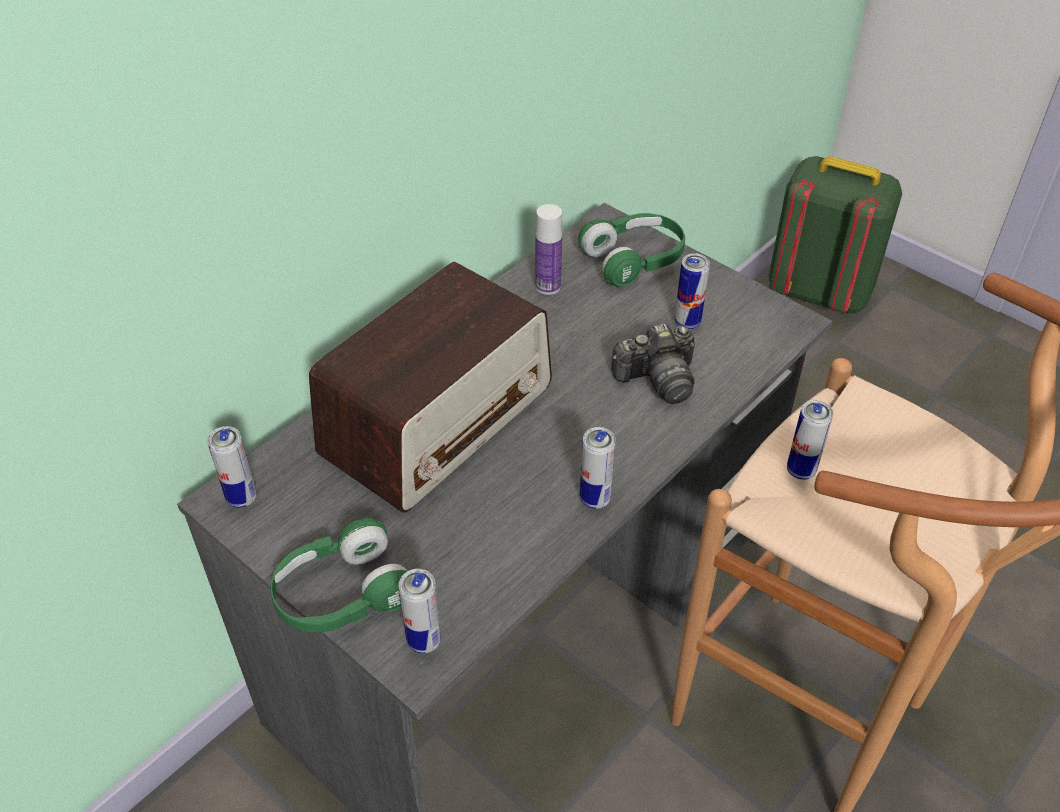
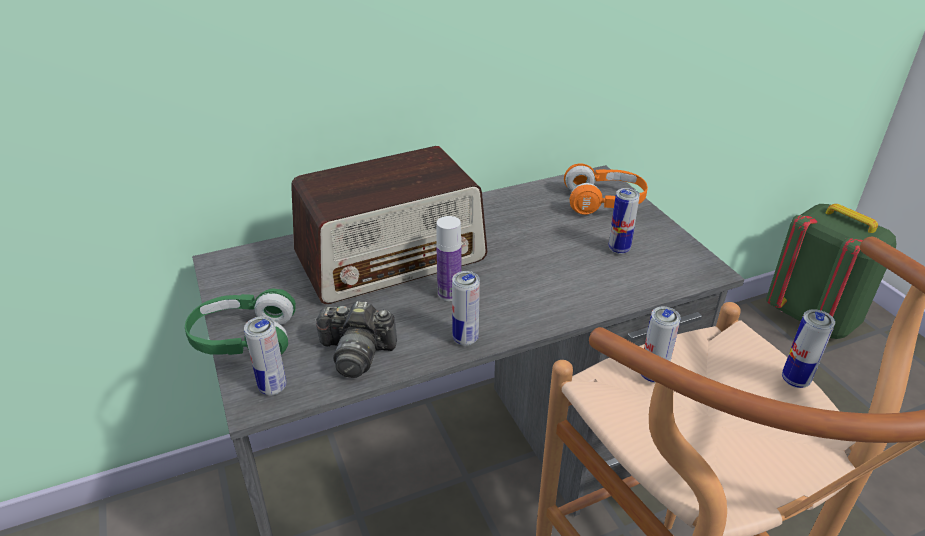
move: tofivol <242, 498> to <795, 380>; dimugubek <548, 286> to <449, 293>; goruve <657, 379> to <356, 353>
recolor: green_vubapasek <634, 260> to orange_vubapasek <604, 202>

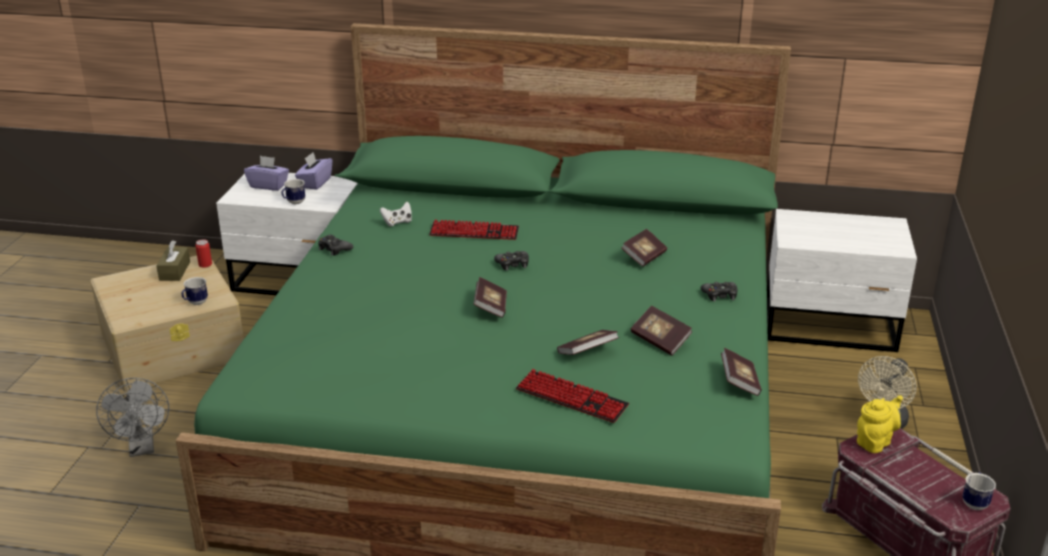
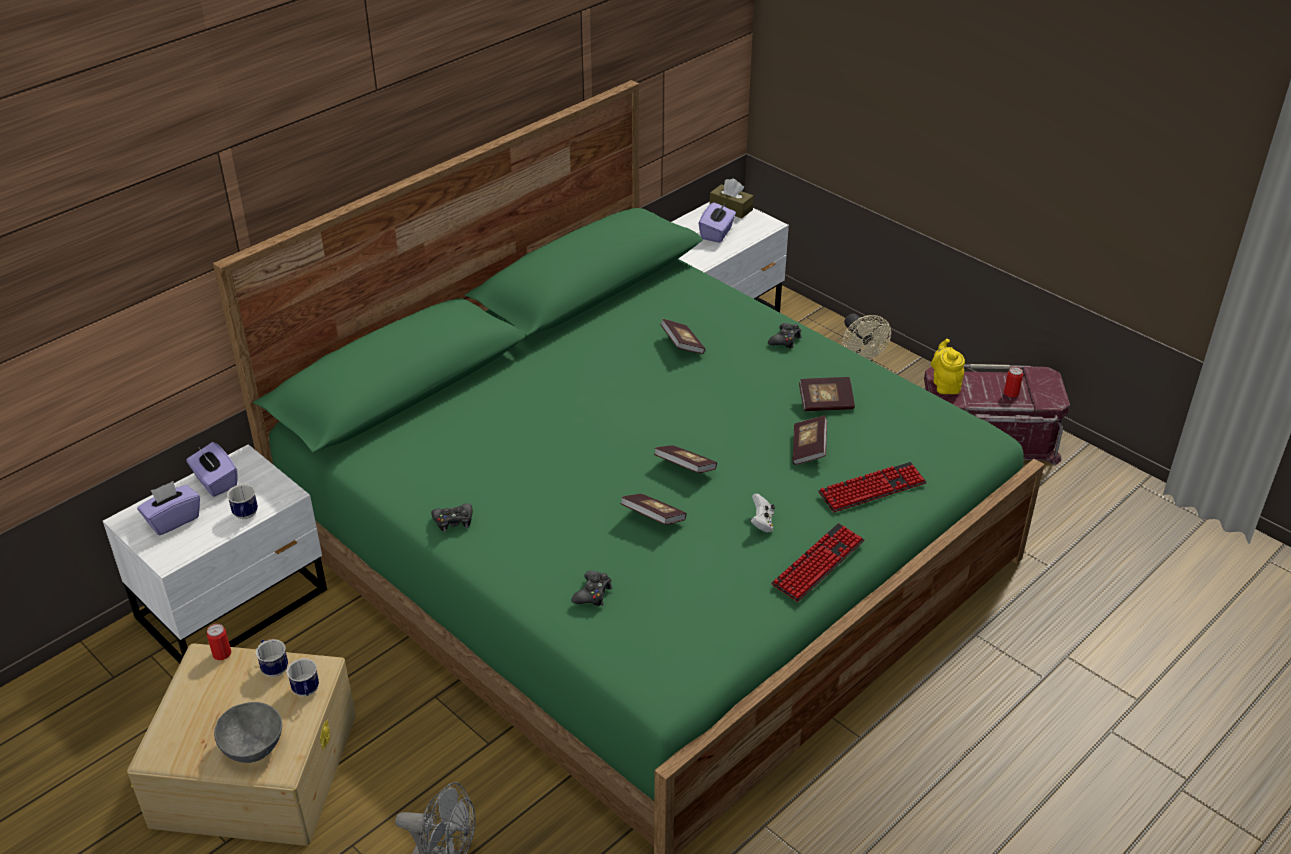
insert: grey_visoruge <253, 746>; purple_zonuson <717, 233>; tofivol <1011, 393>
move: brown_zonuson <174, 271> to <731, 208>; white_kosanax <397, 222> to <762, 522>; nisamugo <474, 232> to <818, 563>; black_kosanax <513, 264> to <593, 593>; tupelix <739, 382> to <653, 518>; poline <974, 502> to <273, 667>

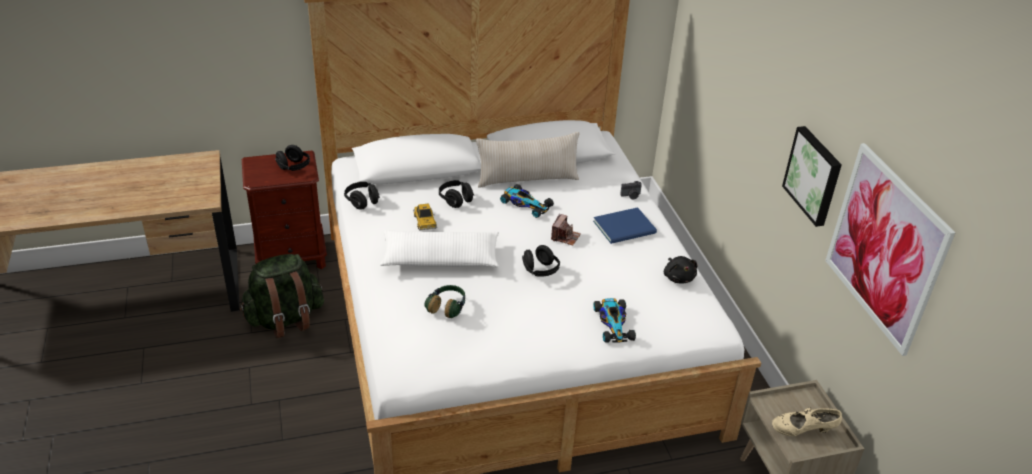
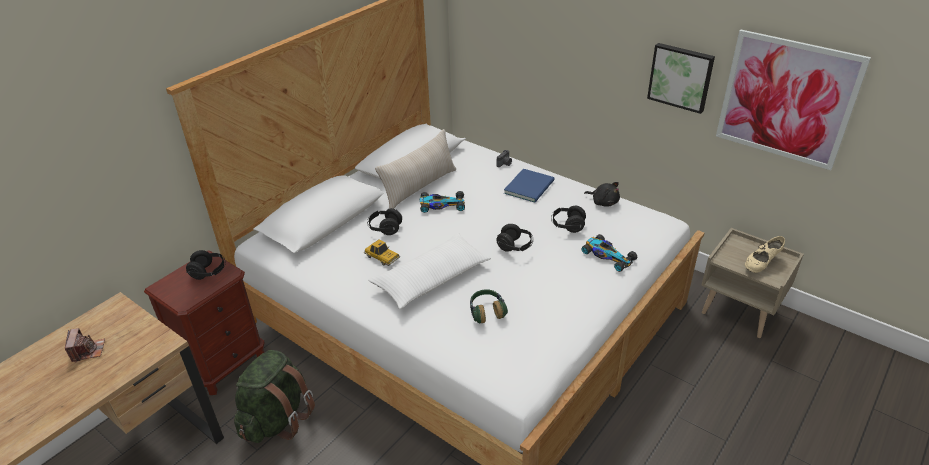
move: black_vubapasek <362, 201> to <567, 226>; goruve <565, 237> to <88, 351>

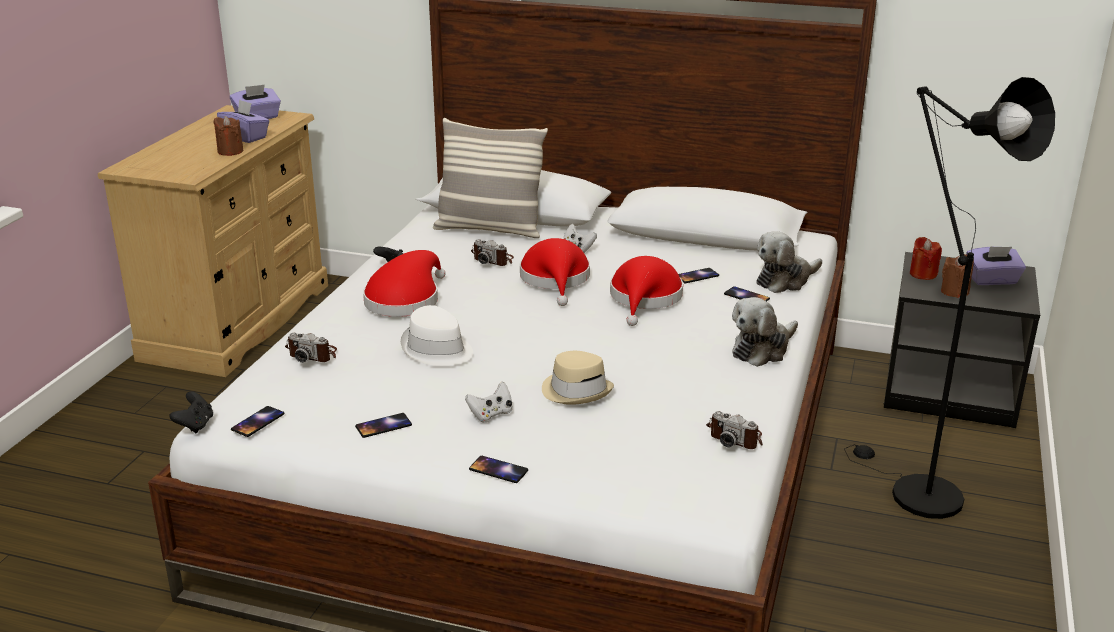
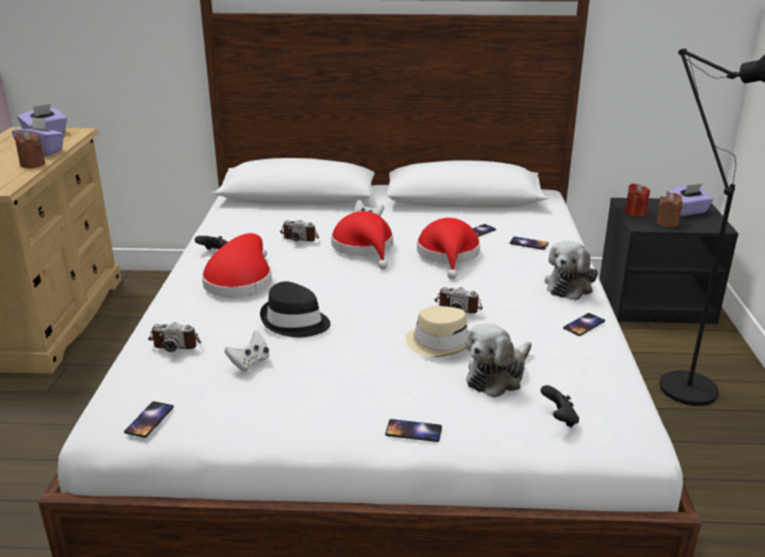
delete: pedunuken <489, 229>
move: black_kosanax <195, 425> to <559, 419>; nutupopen <383, 426> to <584, 325>; white_kosanax <491, 414> to <249, 363>; goruve <736, 437> to <458, 306>; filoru <785, 280> to <497, 376>
recolor: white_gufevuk <437, 350> to black_gufevuk <295, 322>

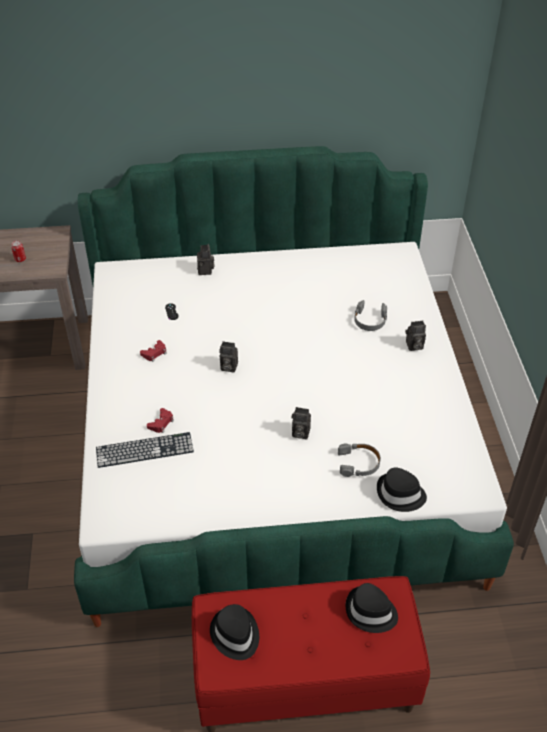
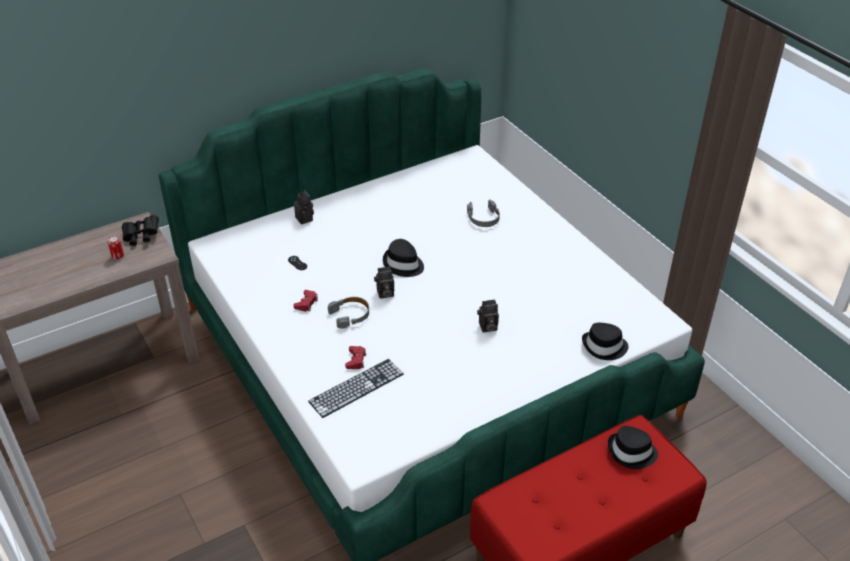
delete: goruve <413, 346>
insert: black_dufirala <141, 237>
move: black_gufevuk <235, 635> to <403, 264>; grey_vubapasek <359, 463> to <350, 315>

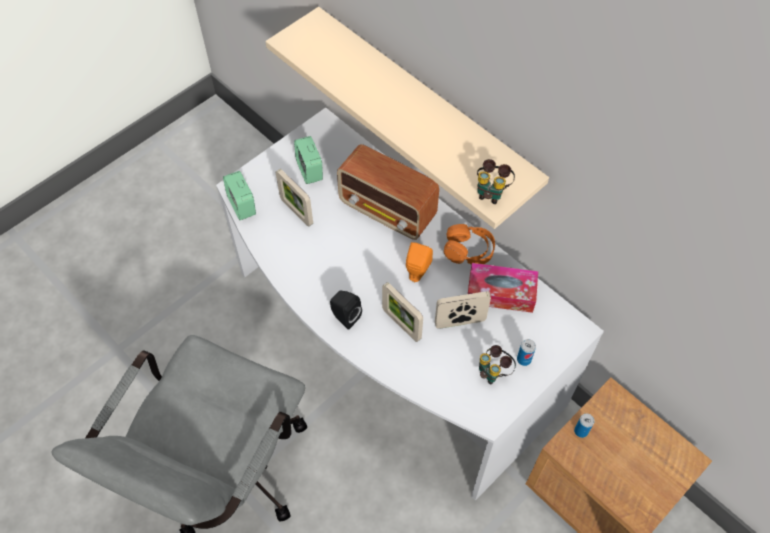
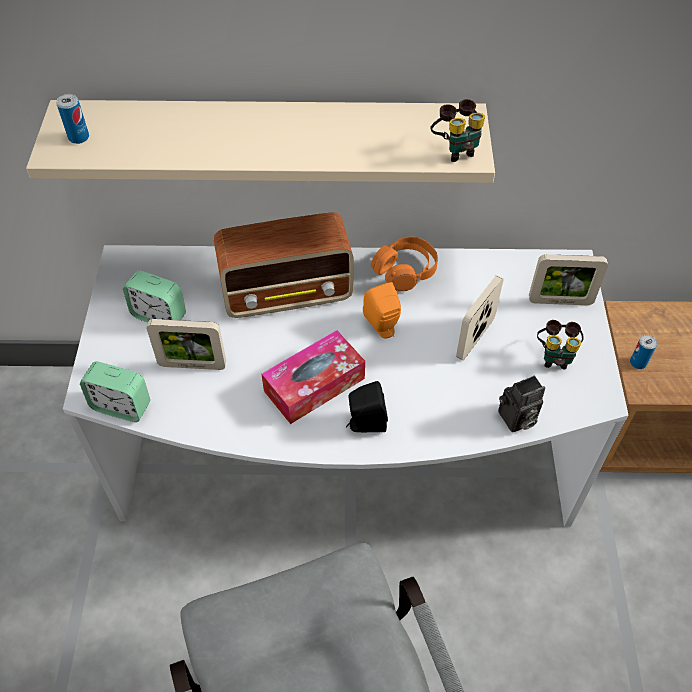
insert: goruve <516, 420>
move: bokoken <401, 324> to <560, 301>; zonuson <500, 293> to <314, 385>; tofivol <524, 359> to <78, 137>

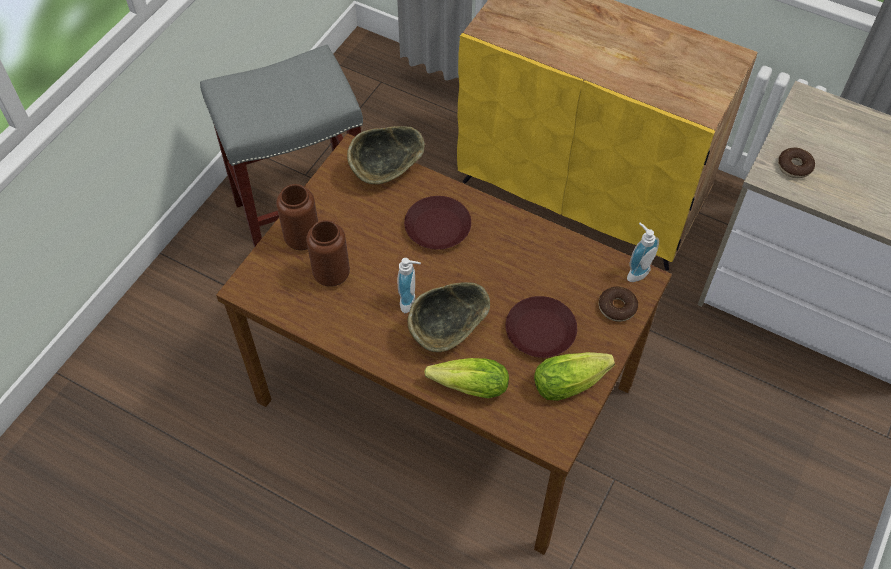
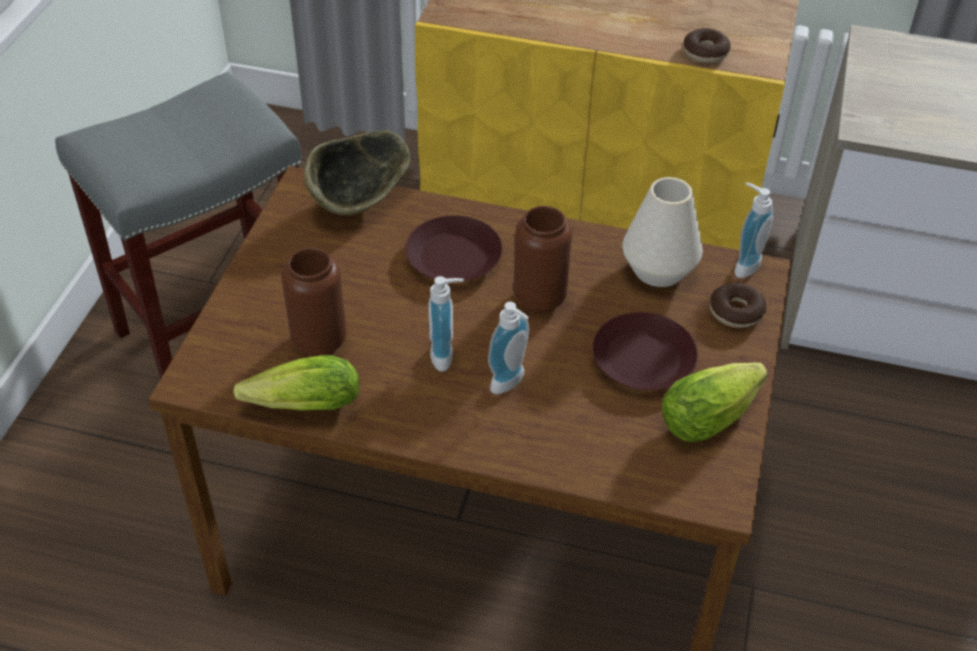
insert: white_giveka <659, 270>
move: brown_giveka <302, 239> to <539, 298>; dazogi <465, 386> to <299, 406>; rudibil <794, 167> to <705, 52>
replace: visoruge <446, 331> to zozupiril <511, 383>

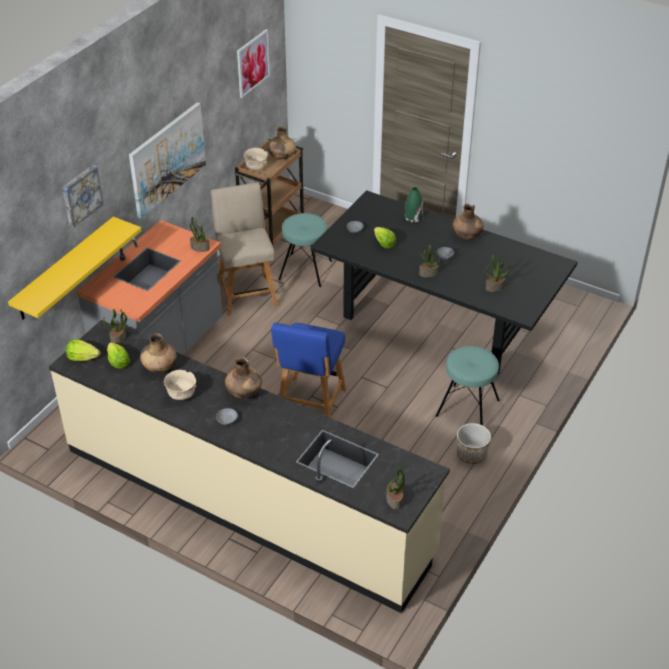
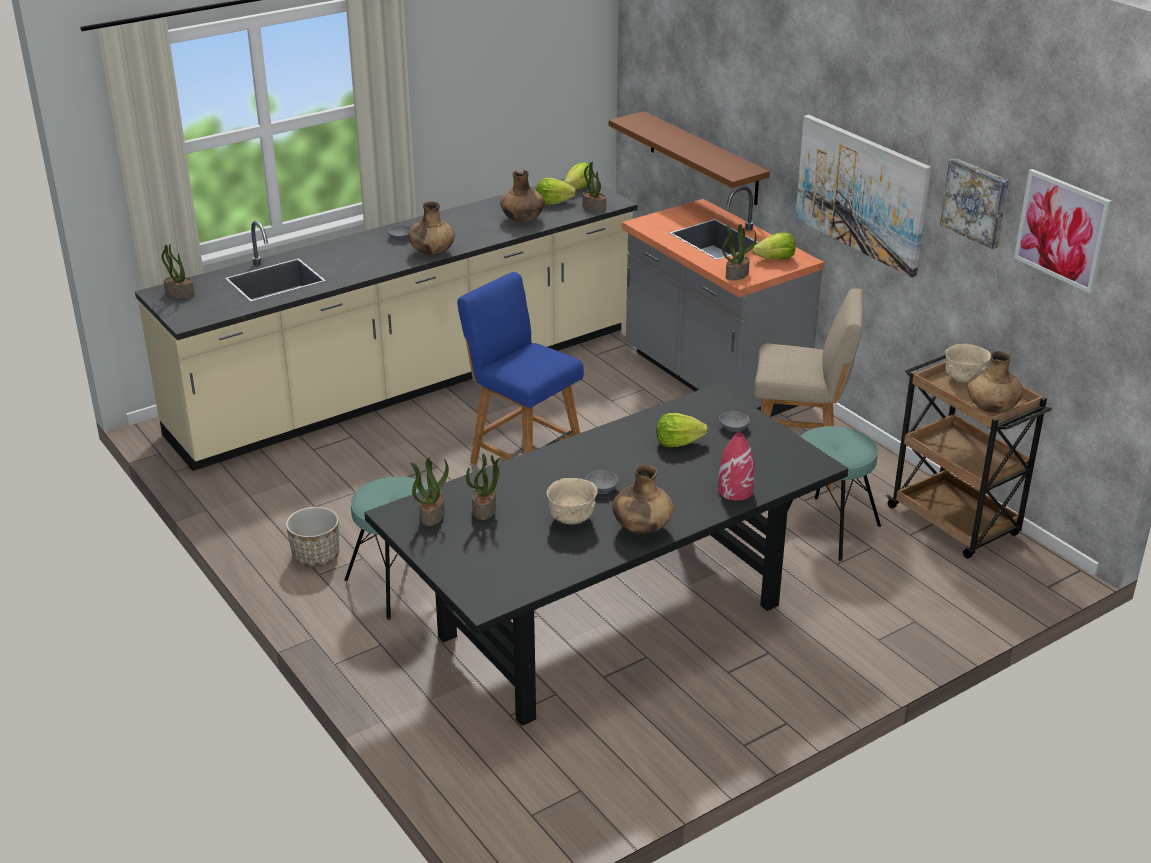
insert: dazogi <775, 259>
move: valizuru <81, 195> to <976, 202>; beige_visoruge <181, 395> to <571, 519>; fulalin <428, 273> to <432, 515>
recolor: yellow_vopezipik <65, 269> to brown_vopezipik <703, 158>; green_giveka <413, 217> to red_giveka <735, 491>

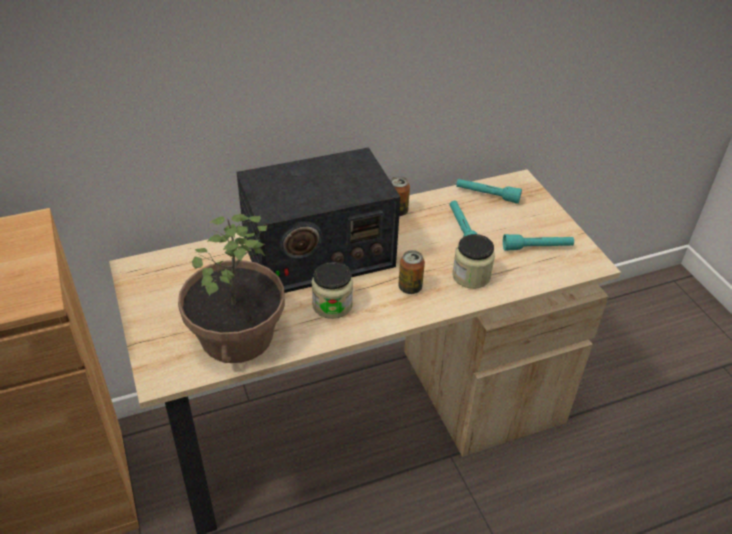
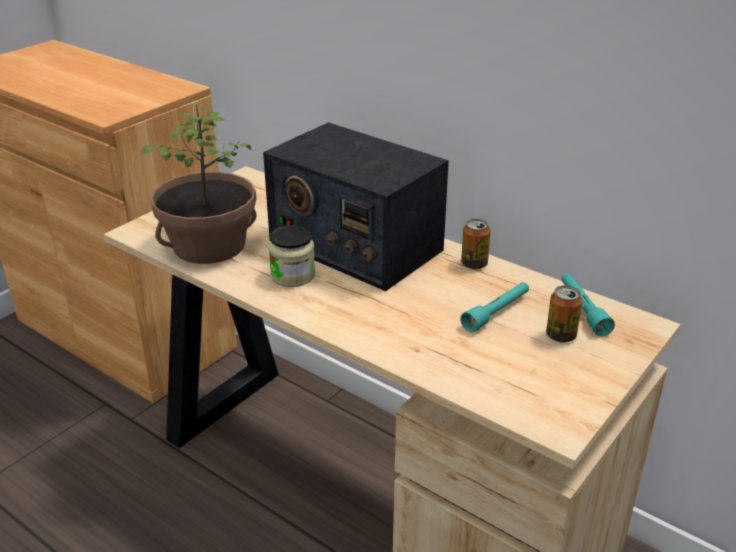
delete: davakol <471, 276>; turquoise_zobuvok <537, 248>
move: tofivol <410, 287> to <560, 336>

